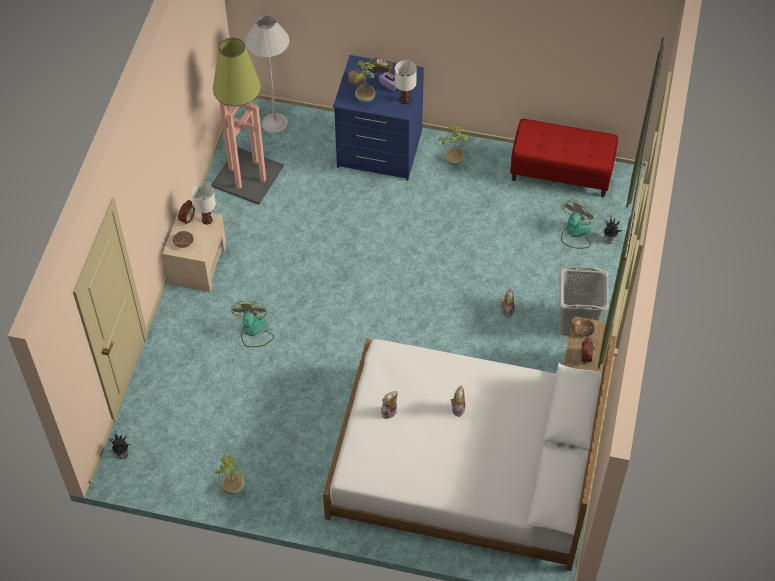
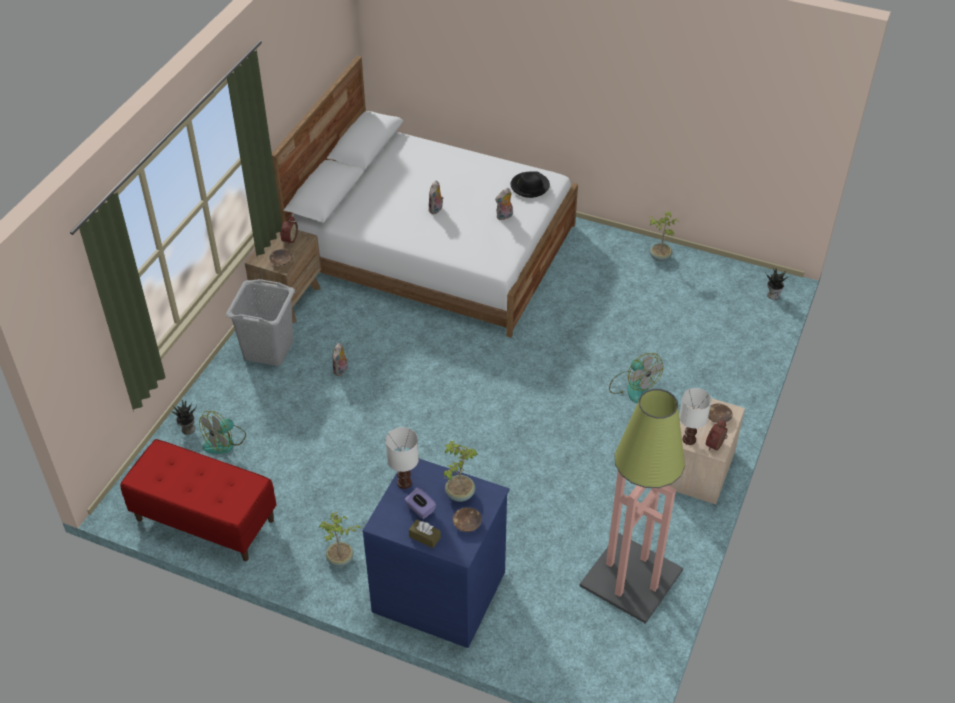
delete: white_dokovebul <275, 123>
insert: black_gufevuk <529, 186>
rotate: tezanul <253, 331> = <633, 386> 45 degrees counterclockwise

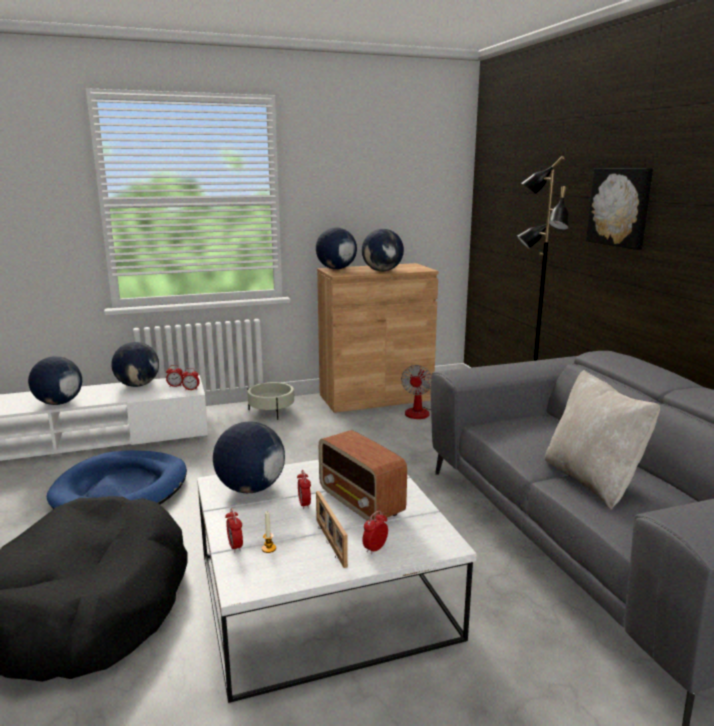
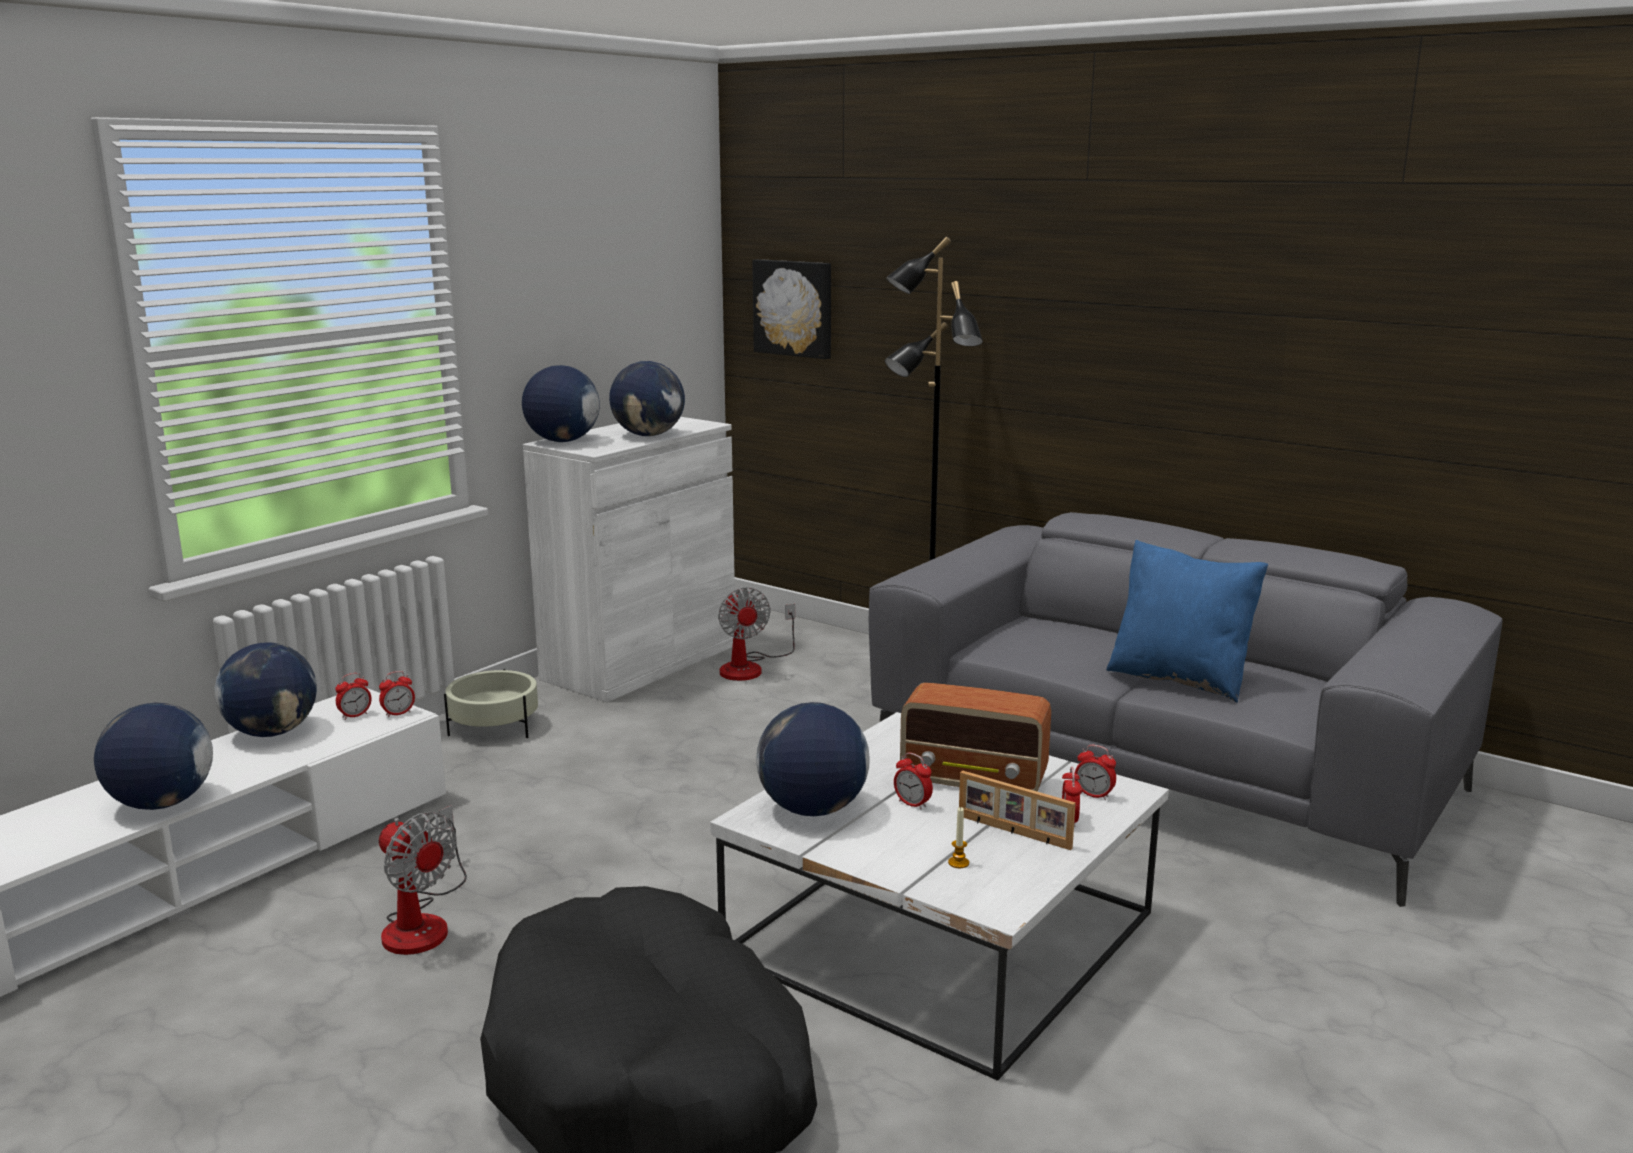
move: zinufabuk <235, 546> to <1094, 795>; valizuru <620, 207> to <794, 308>
replace: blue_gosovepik <121, 490> to tezanul <422, 922>
recolor: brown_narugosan <375, 397> to white_narugosan <640, 662>; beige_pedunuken <592, 481> to blue_pedunuken <1180, 679>

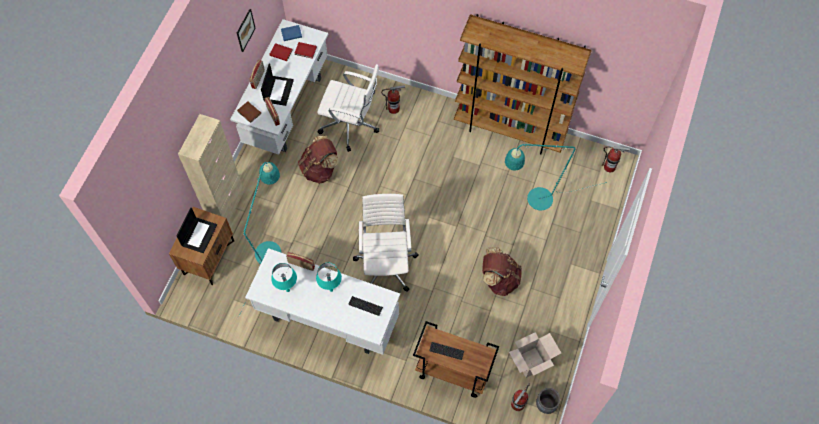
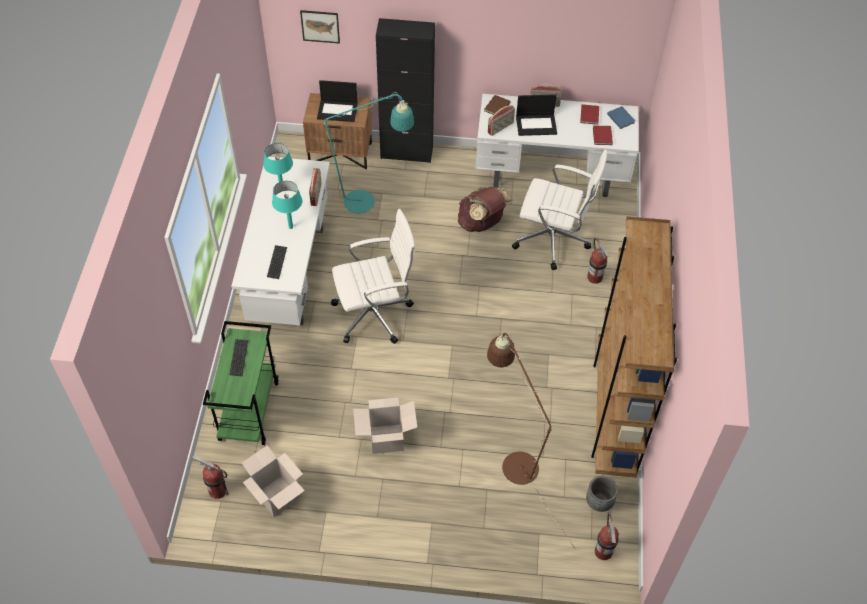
move: valizuru <245, 30> to <320, 26>; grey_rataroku <546, 404> to <599, 502>
replace: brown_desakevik <499, 279> to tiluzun <386, 439>
recolor: beige_narugosan <226, 206> to black_narugosan <406, 152>; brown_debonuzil <452, 371> to green_debonuzil <248, 410>; turquoise_dokovebul <533, 200> to brown_dokovebul <514, 460>
rotate: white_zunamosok <351, 125> = <553, 239> 75 degrees counterclockwise

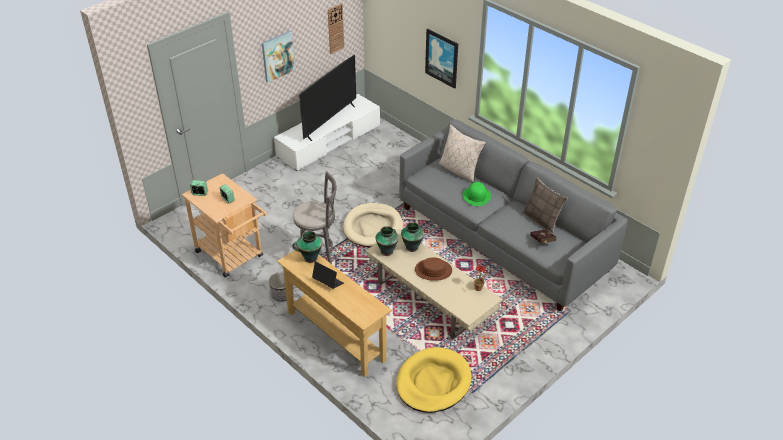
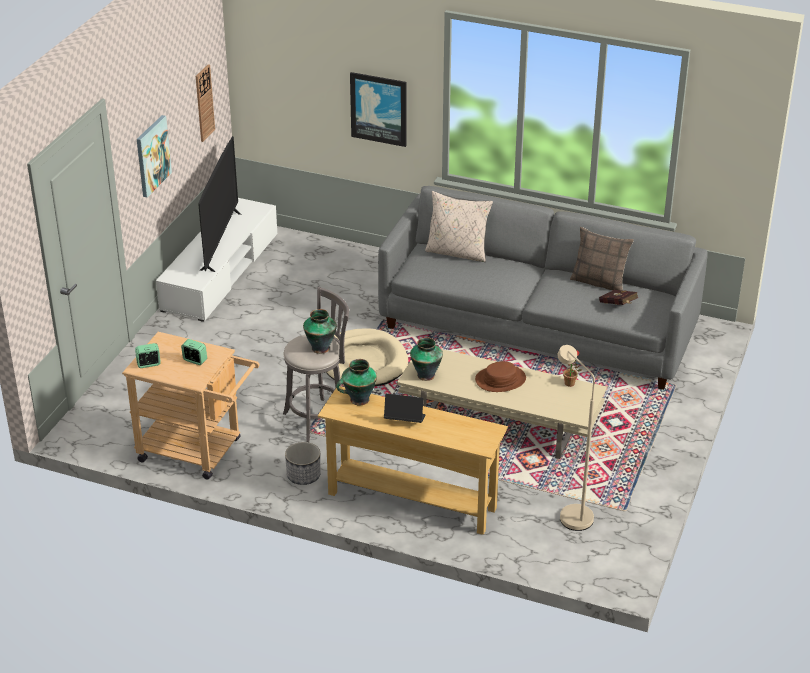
delete: green_gufevuk <476, 196>
move: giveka <412, 247> to <320, 347>
replace: yellow_gosovepik <433, 382> to beige_dokovebul <571, 513>

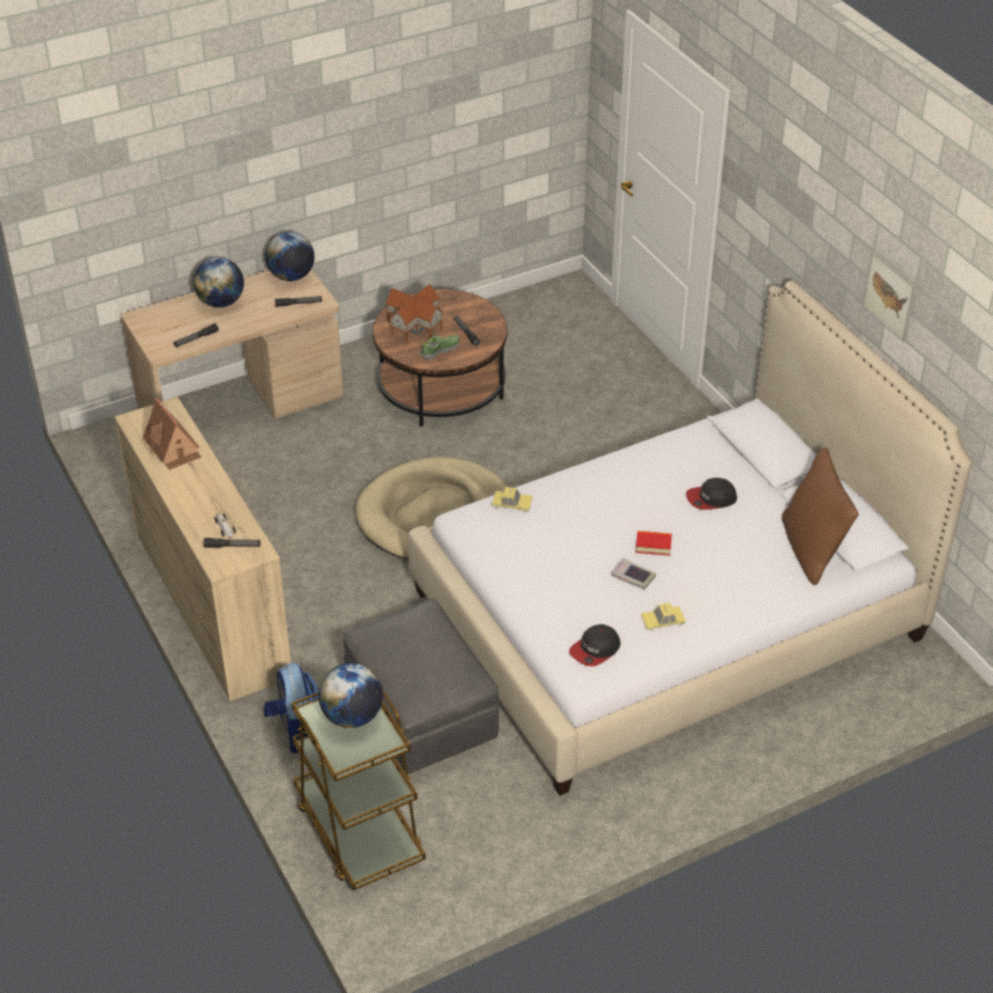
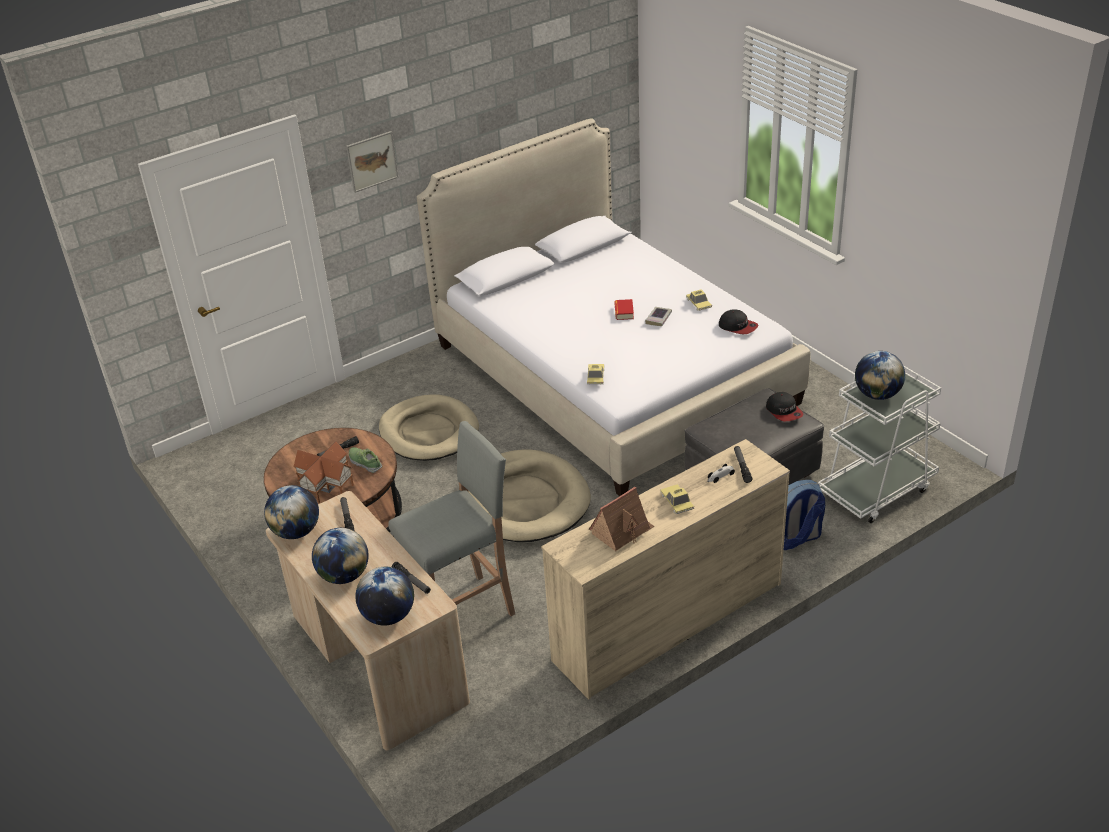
delete: brown_pedunuken <812, 550>
insert: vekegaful <388, 616>; beige_gosovepik <429, 432>; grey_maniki <462, 612>; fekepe <677, 502>
move: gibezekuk <711, 499> to <784, 411>; valizuru <889, 295> to <372, 161>
recolor: brown_debonuzil <359, 831> to white_debonuzil <876, 490>

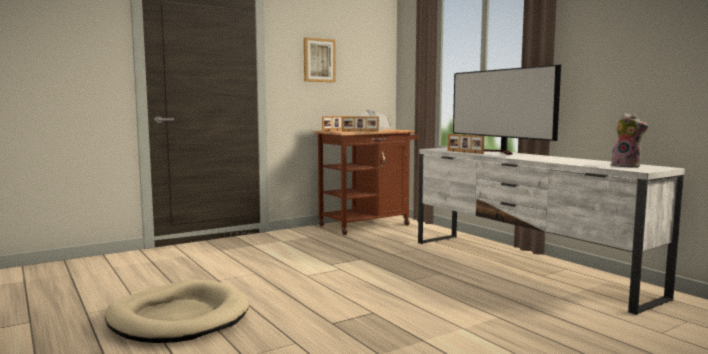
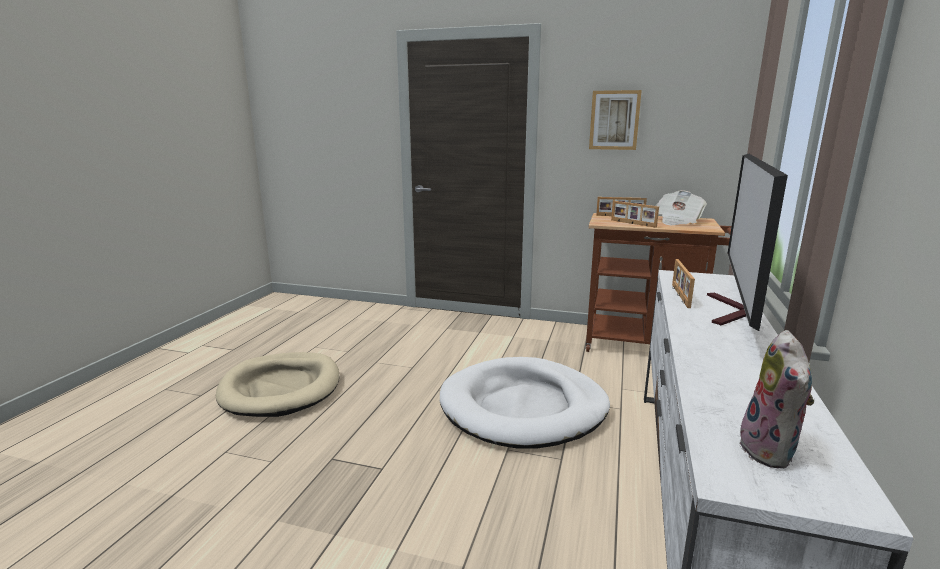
insert: white_gosovepik <523, 407>

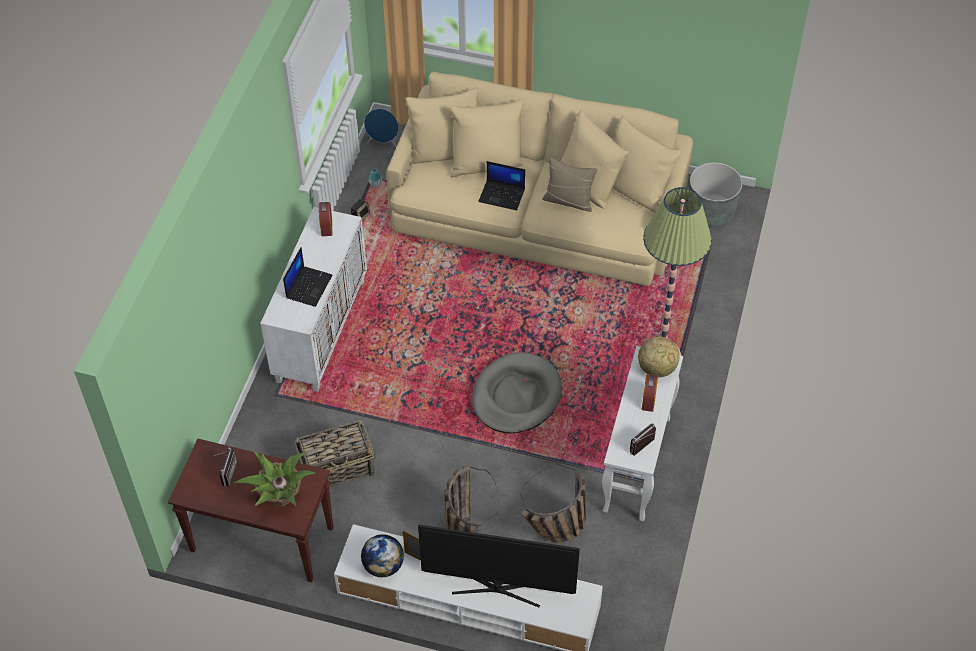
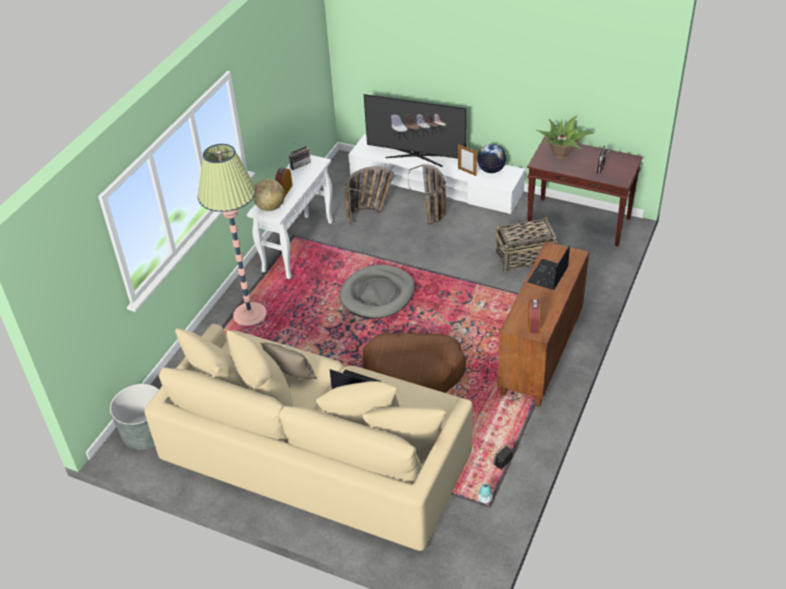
delete: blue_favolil <383, 144>
insert: brown_gosovepik <414, 372>
recolor: white_narugosan <320, 330> to brown_narugosan <541, 356>

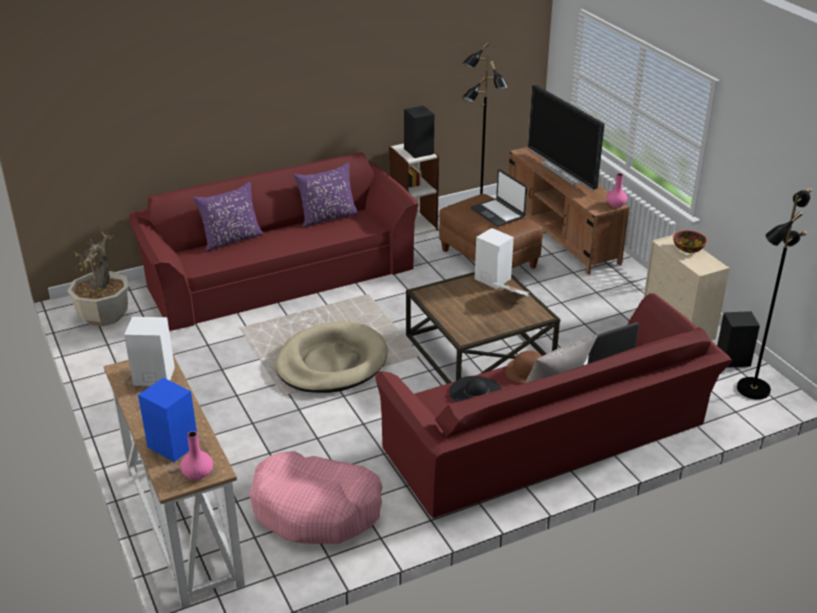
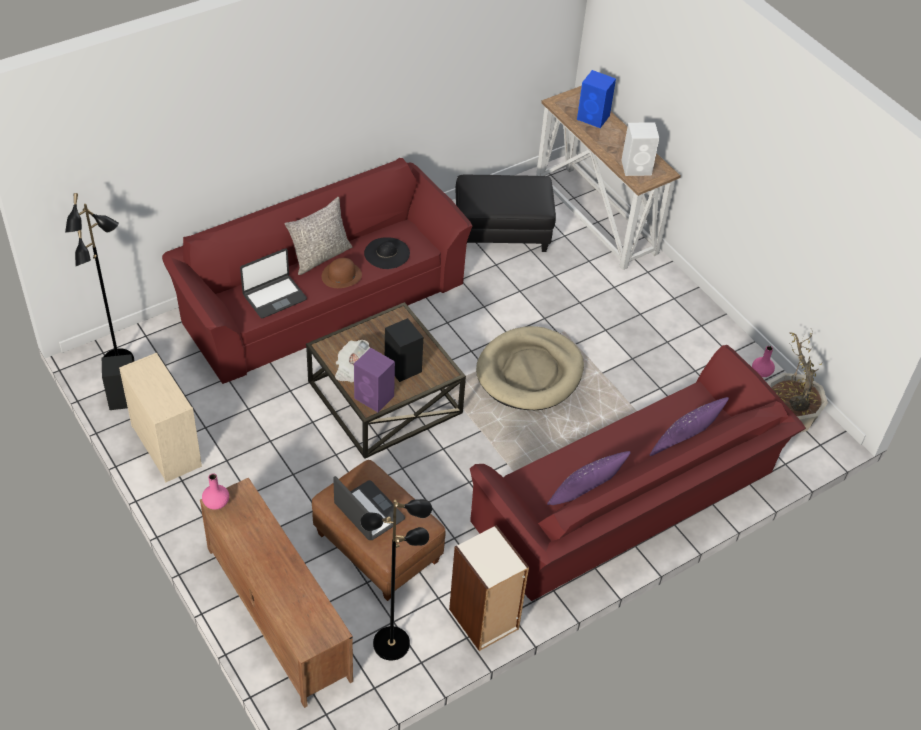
delete: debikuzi <563, 172>; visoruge <687, 249>
move: pink_giveka <198, 473> to <761, 372>; black_favolil <418, 151> to <403, 368>
replace: pink_gosovepik <316, 509> to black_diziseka <502, 232>
recolor: white_favolil <492, 278> to purple_favolil <375, 397>

